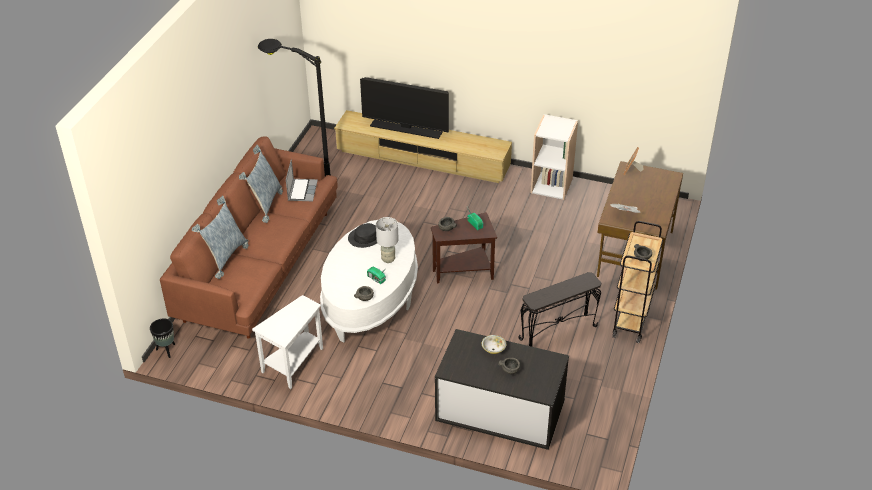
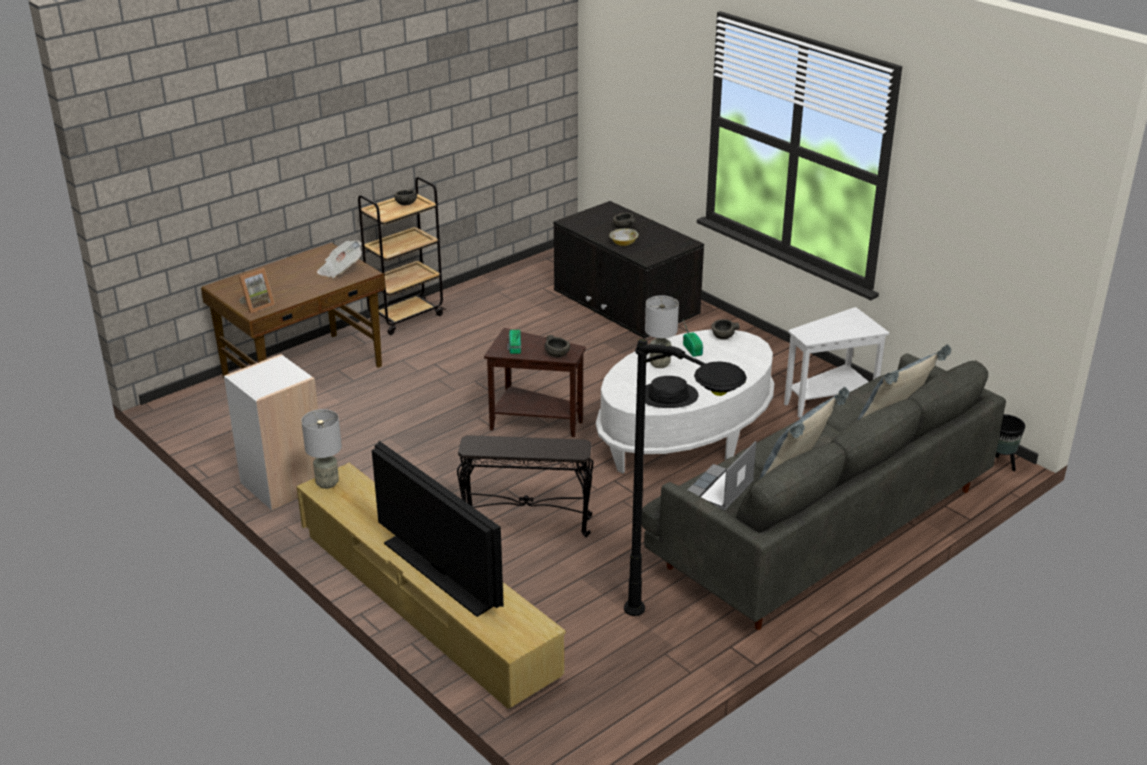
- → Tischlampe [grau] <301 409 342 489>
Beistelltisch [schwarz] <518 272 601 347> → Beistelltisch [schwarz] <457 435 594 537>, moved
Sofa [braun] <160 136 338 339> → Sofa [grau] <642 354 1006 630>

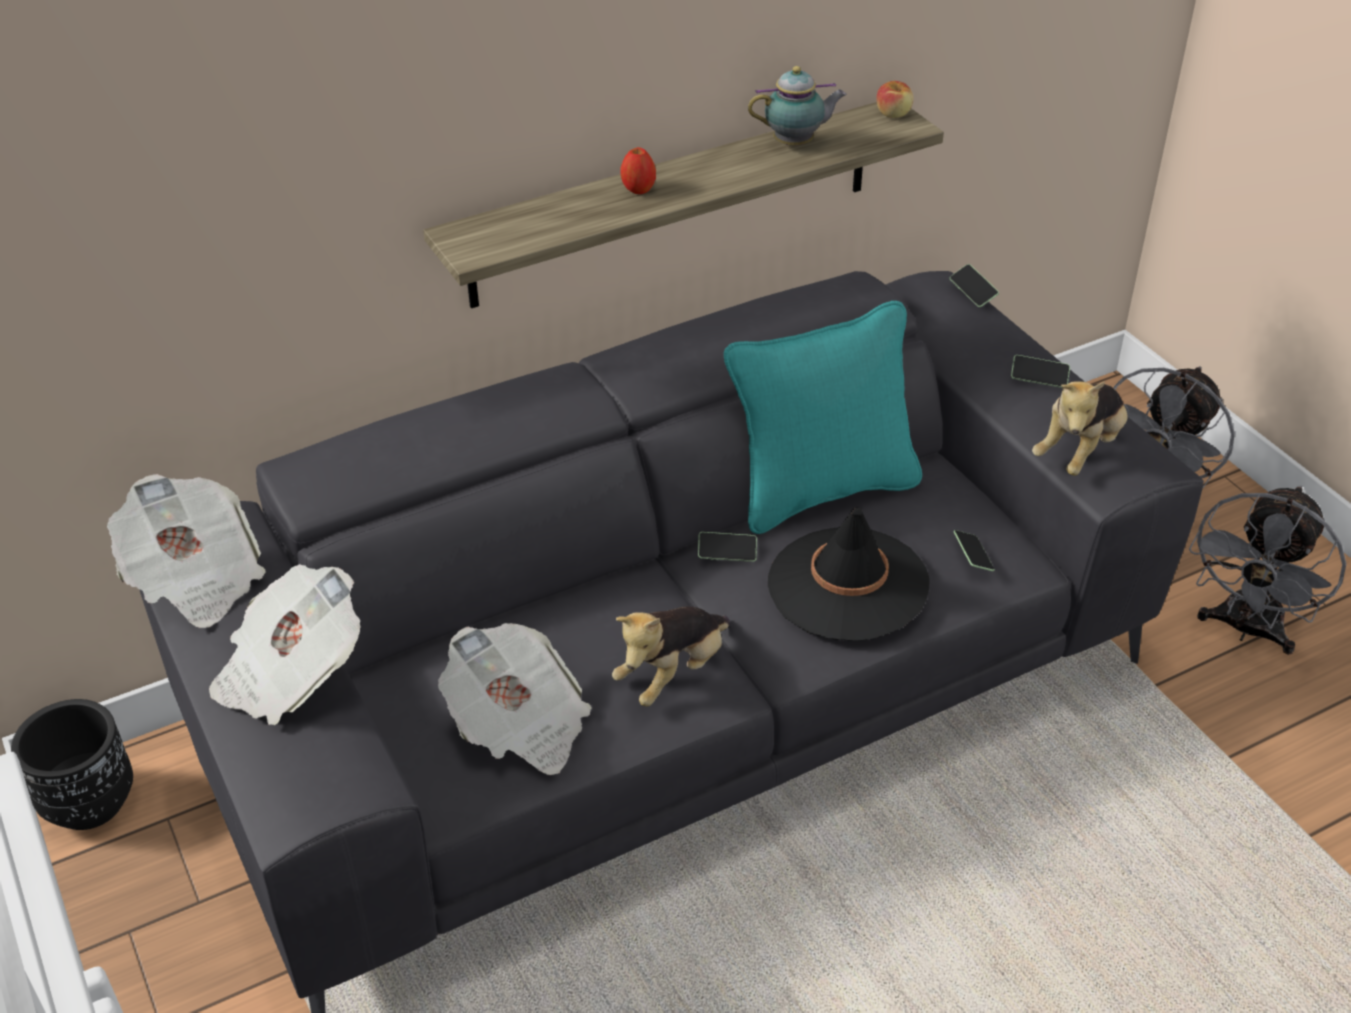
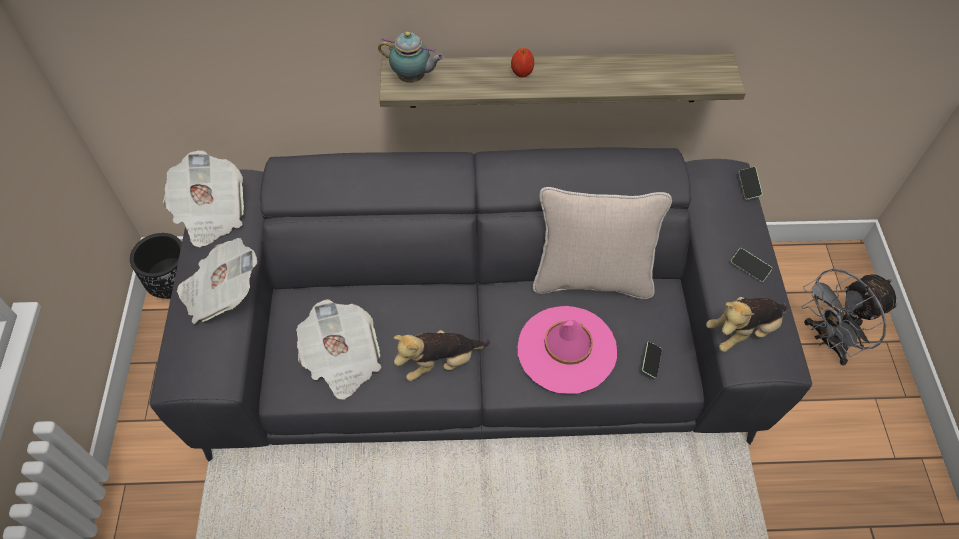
Teekanne <748 66 847 145> → Teekanne <378 31 444 83>, moved
Hut [schwarz] <768 508 929 641> → Hut [rosa] <518 306 617 394>
Kissen [türkis] <724 301 922 534> → Kissen [beige] <533 187 672 299>
Handy <698 532 757 562> → -
Apfel <876 81 913 118> → -
Ventilator [grau] <1189 485 1346 655> → -

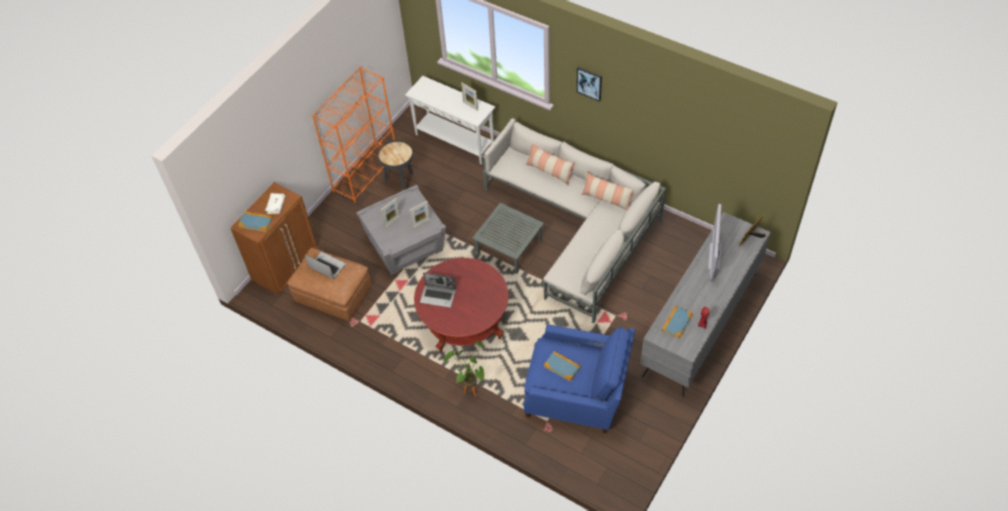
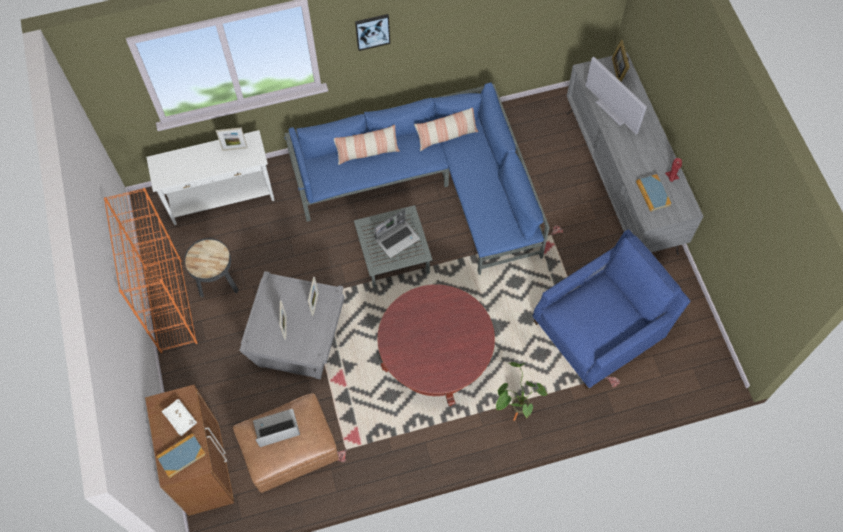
Sofa [weiß] <472 118 666 324> → Sofa [blau] <284 82 550 288>
Laptop <420 273 456 308> → Laptop <374 209 420 258>, moved
Buch <544 351 581 382> → -

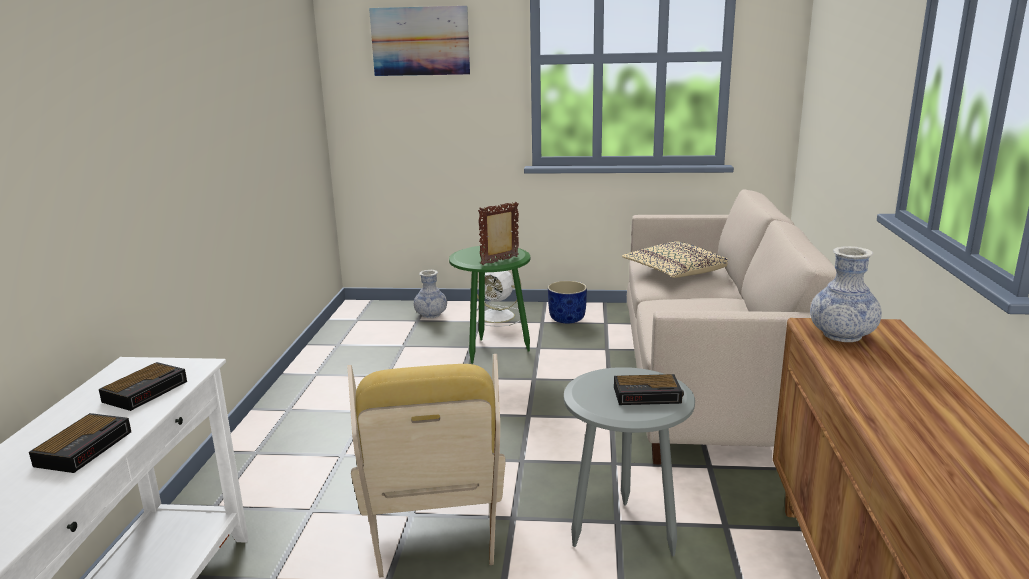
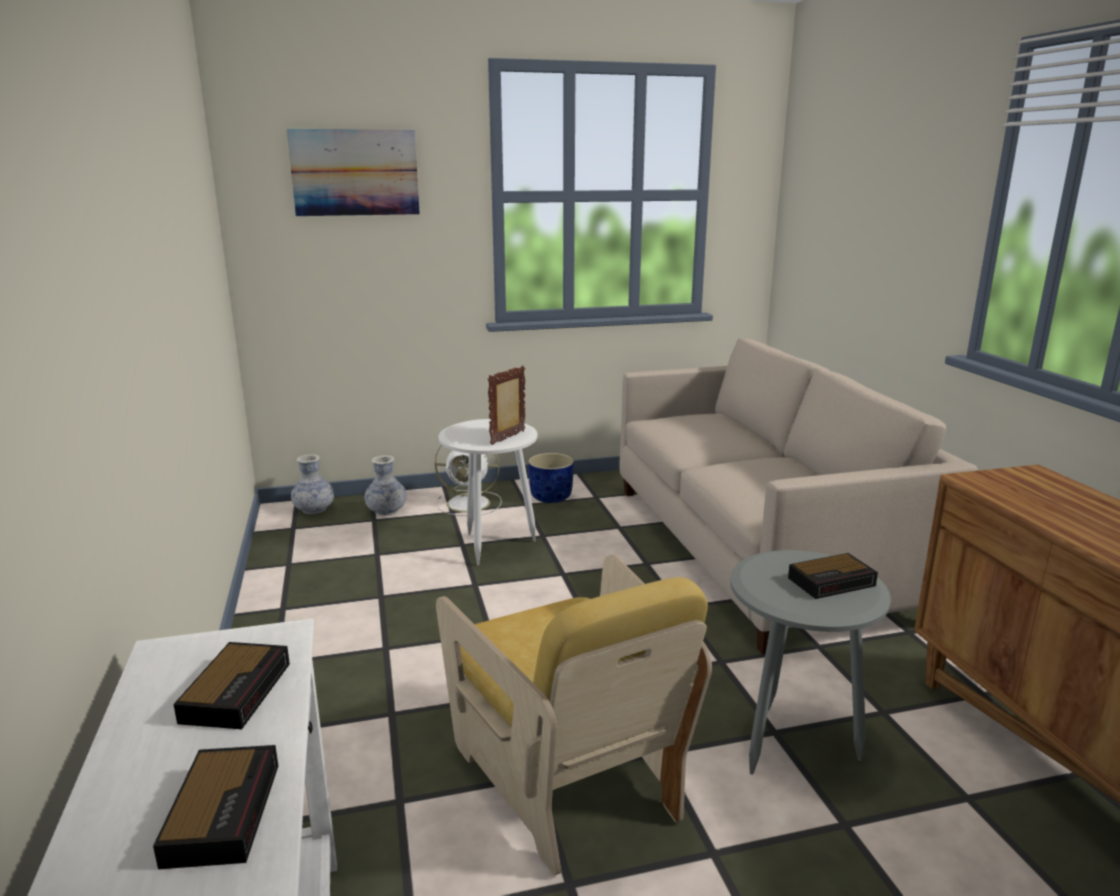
Vase <810 246 882 342> → Vase <291 454 334 514>, moved
Beistelltisch [grün] <449 246 530 364> → Beistelltisch [weiß] <438 419 537 566>
Kissen [beige] <622 241 728 278> → -

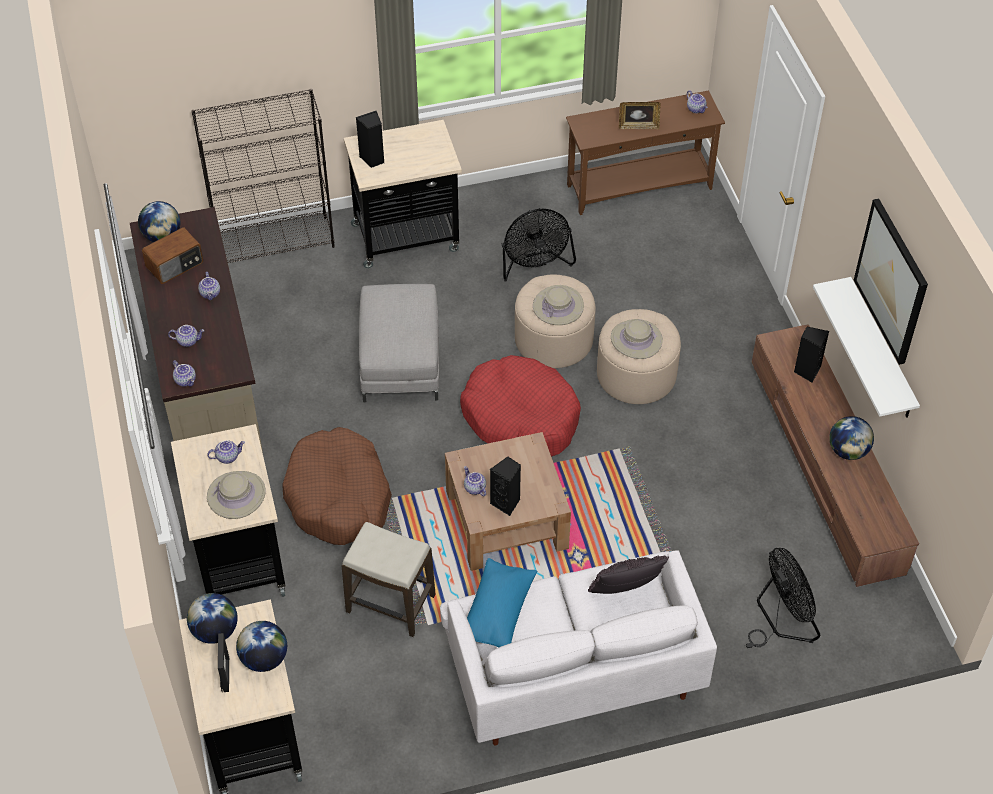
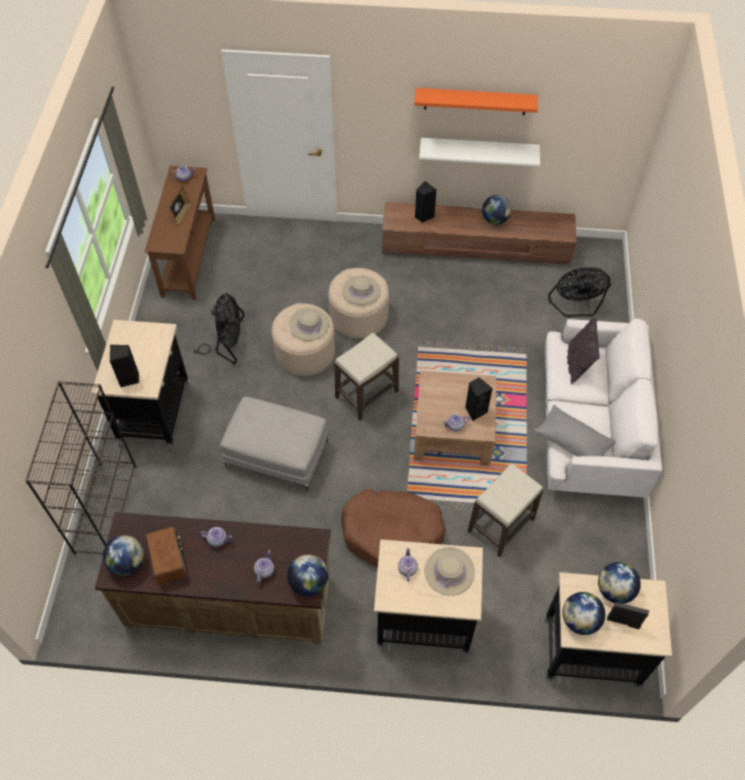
Teekanne <173 360 196 386> → Globus <287 555 328 596>
Hundebett [rot] <460 355 581 457> → Hocker <334 333 399 421>
Bild <854 198 928 365> → Wandregal [orange] <414 88 538 115>
Kissen [blau] <467 558 537 648> → Kissen [grau] <534 405 616 457>

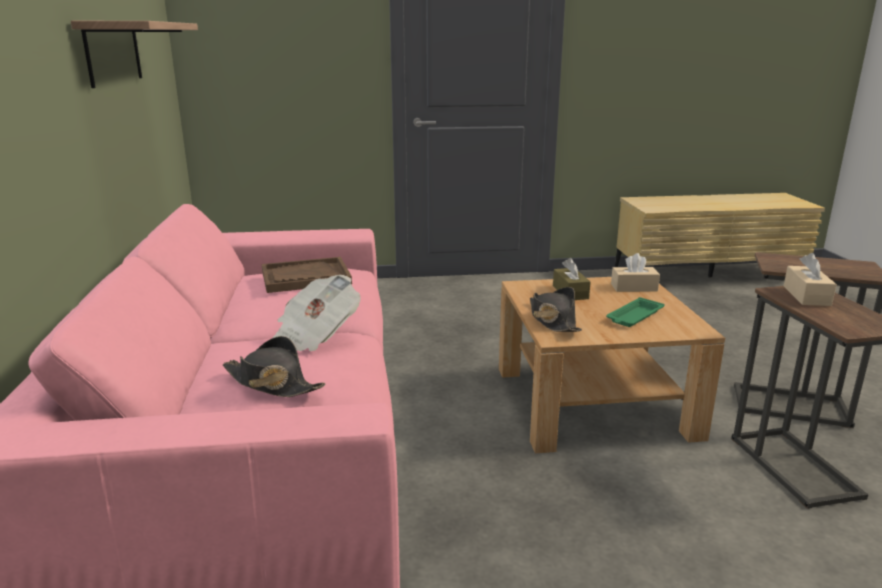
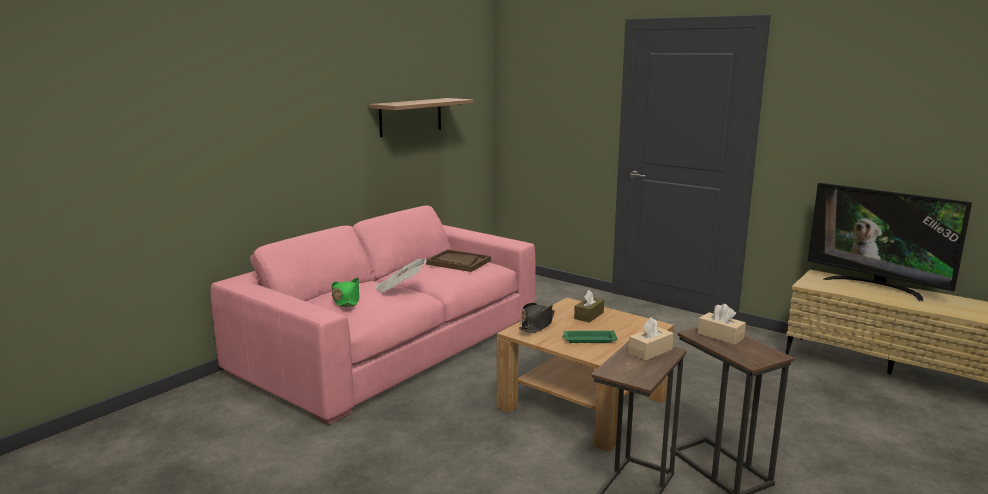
Hut [schwarz] <223 336 325 397> → Hut [grün] <332 278 359 307>
Taschentuchbox [beige] <611 253 660 292> → Taschentuchbox [beige] <698 304 746 345>, moved
- → Fernseher <808 183 972 301>

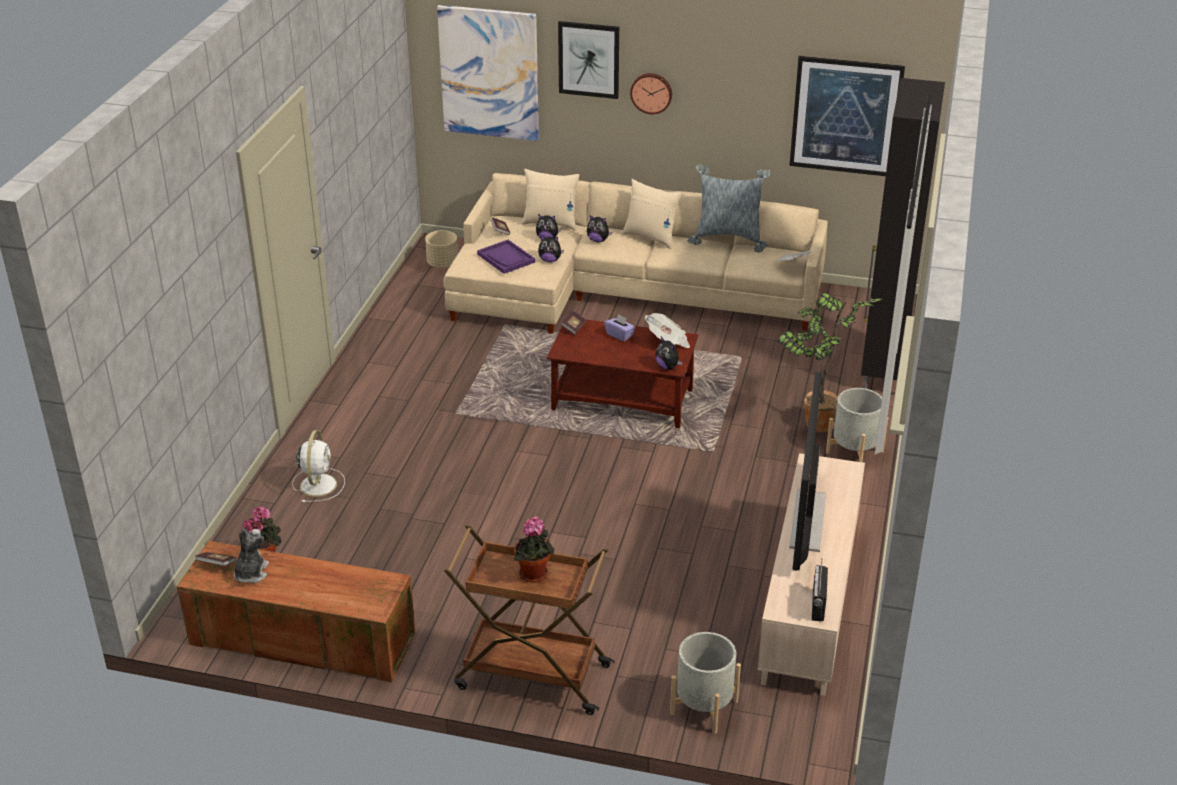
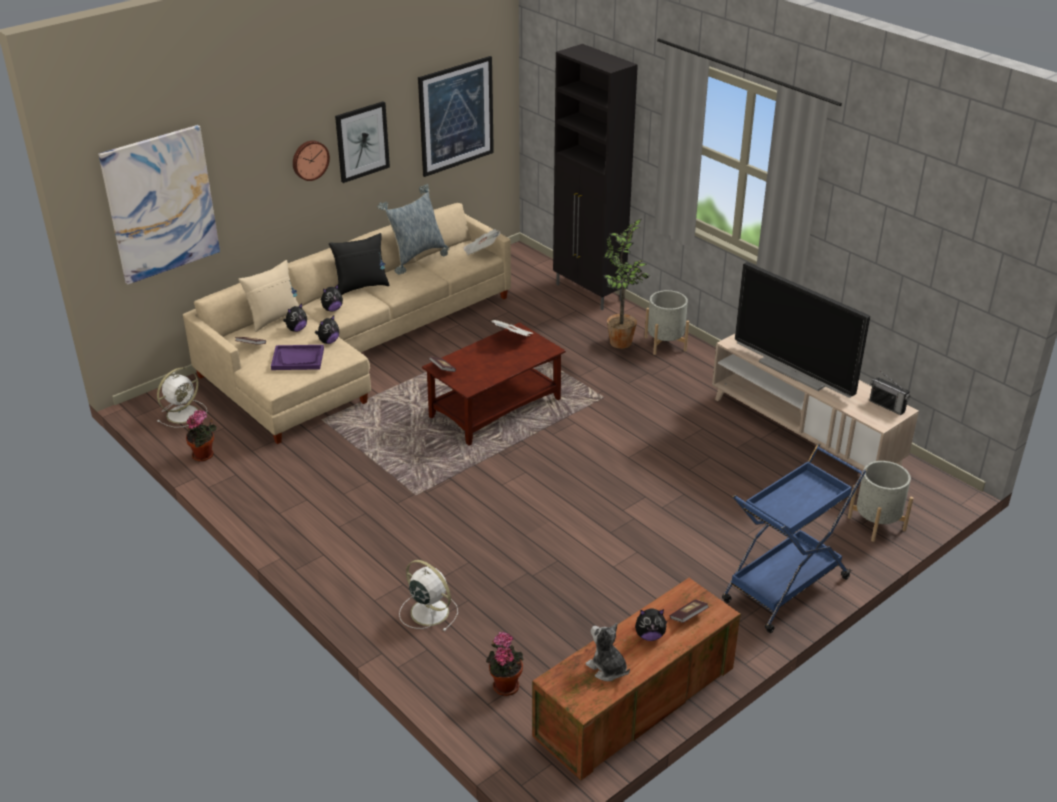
Pflanzkübel [beige] <425 230 458 268> → Ventilator [weiß] <157 367 207 428>
Topfpflanze <514 517 554 582> → Topfpflanze <186 410 217 462>, moved
Kissen [beige] <622 179 682 249> → Kissen [schwarz] <329 233 390 295>
Bild <558 21 619 99> → Bild <335 101 390 183>, moved
Plüschtier <655 337 683 369> → Plüschtier <635 608 668 641>, moved
Buch <195 552 237 566> → Buch <670 599 709 623>, moved
Rollwagen [braun] <443 525 615 715> → Rollwagen [blau] <722 443 867 633>
Taschentuchbox [lila] <604 314 636 342> → -

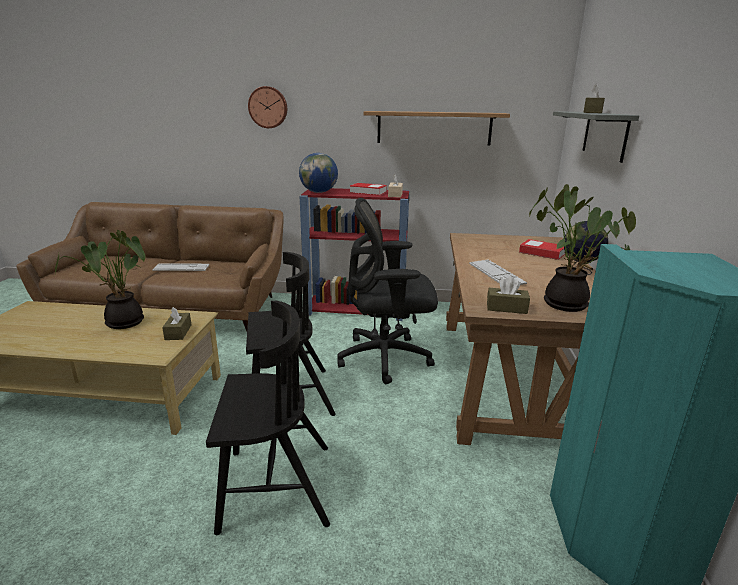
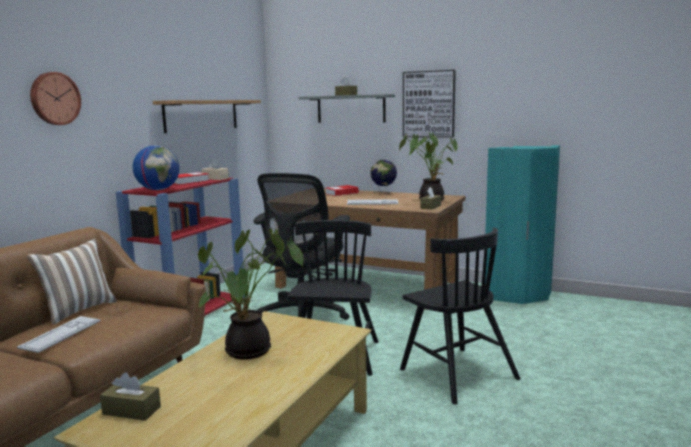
- → Kissen <27 239 116 325>
Taschentuchbox [braun] <162 307 191 340> → Taschentuchbox [braun] <100 372 161 421>, moved
Stuhl [schwarz] <206 301 330 535> → Stuhl [schwarz] <400 227 521 404>, 135 degrees clockwise
- → Bild <403 70 456 138>

